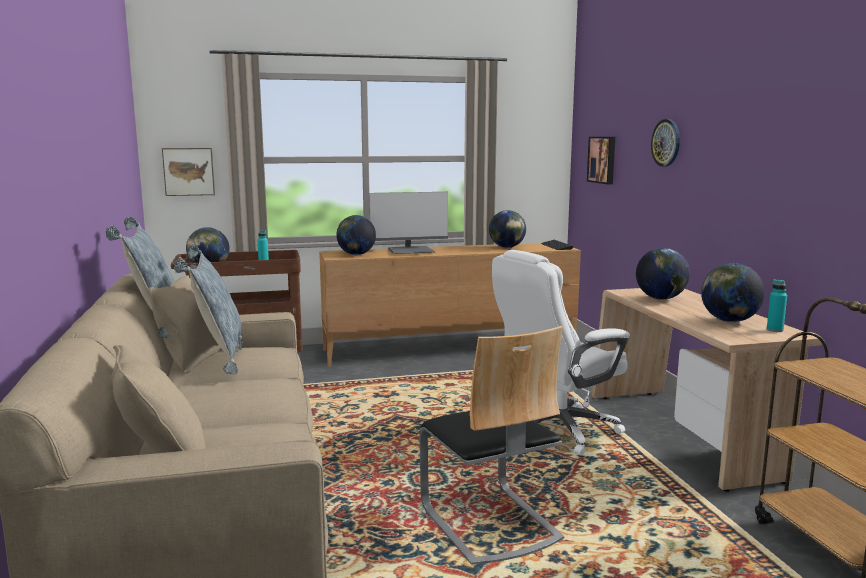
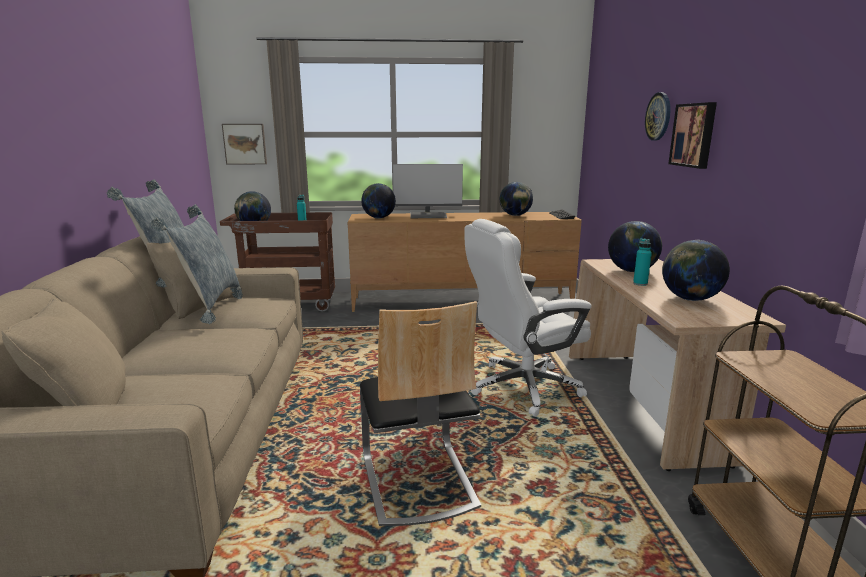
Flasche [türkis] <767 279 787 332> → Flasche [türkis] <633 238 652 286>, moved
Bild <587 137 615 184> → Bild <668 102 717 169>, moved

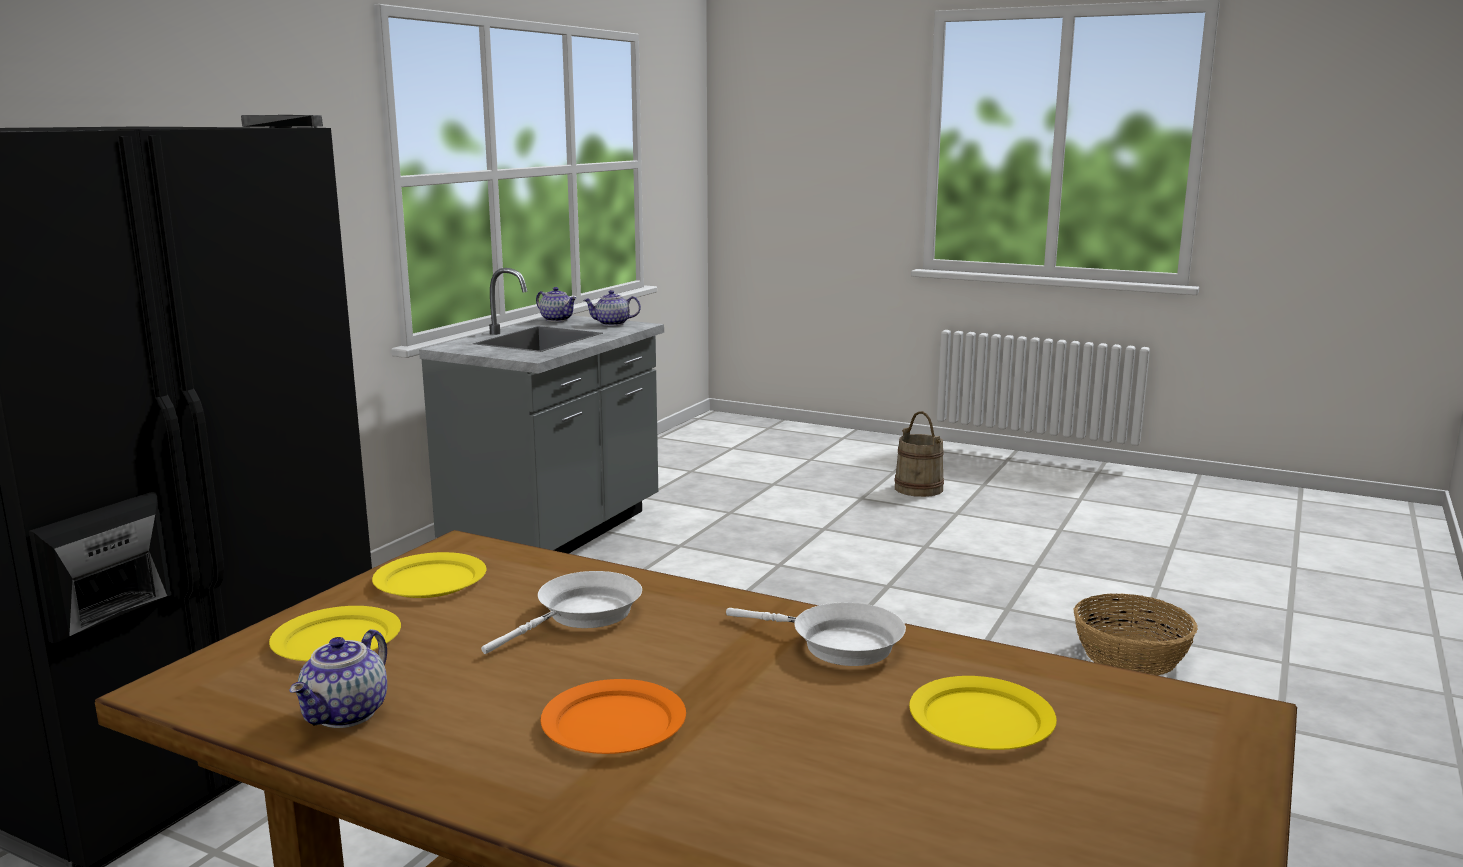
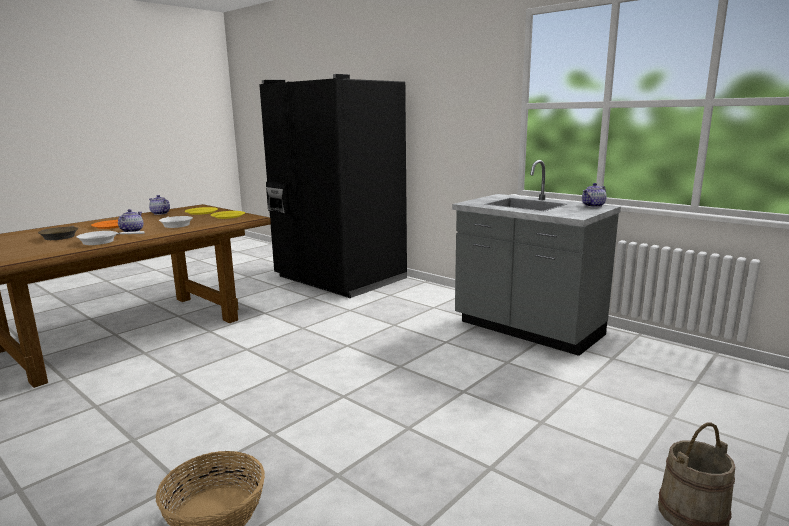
- → Pfanne [braun] <38 226 78 240>
Teekanne <584 290 641 326> → Teekanne <118 209 143 232>, moved
Teller [gelb] <909 676 1057 750> → -

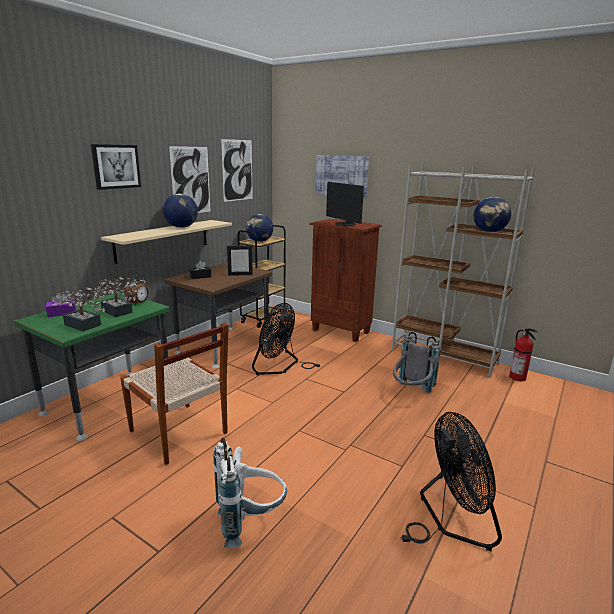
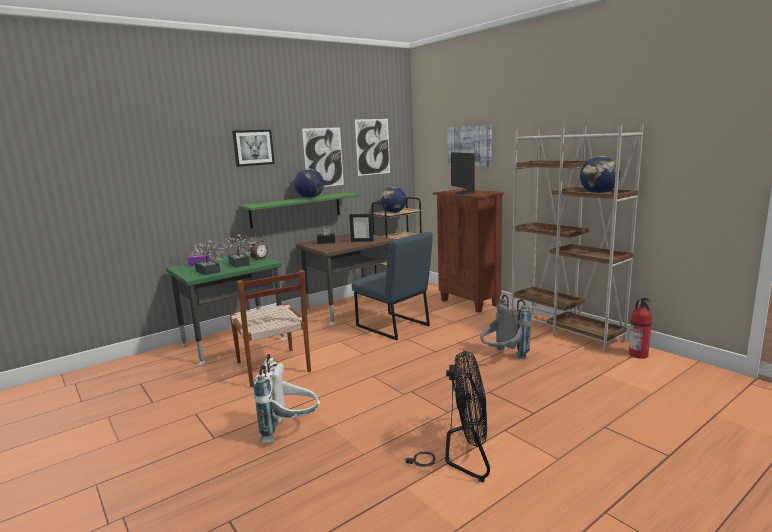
Wandregal [beige] <101 220 232 264> → Wandregal [grün] <239 192 359 228>
Ventilator [schwarz] <252 303 320 375> → Stuhl [blau] <352 232 433 340>

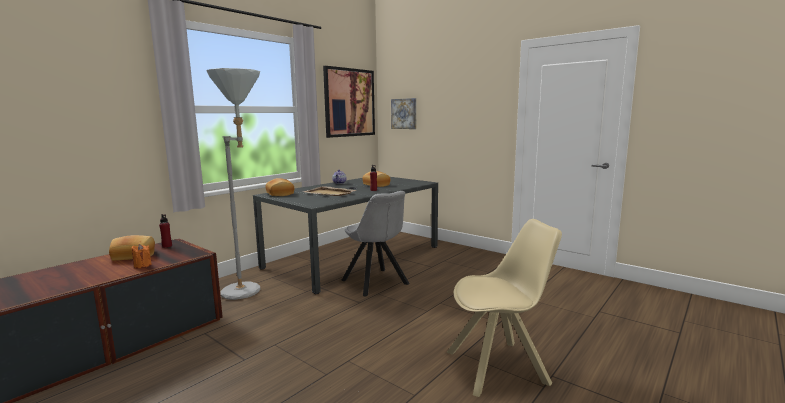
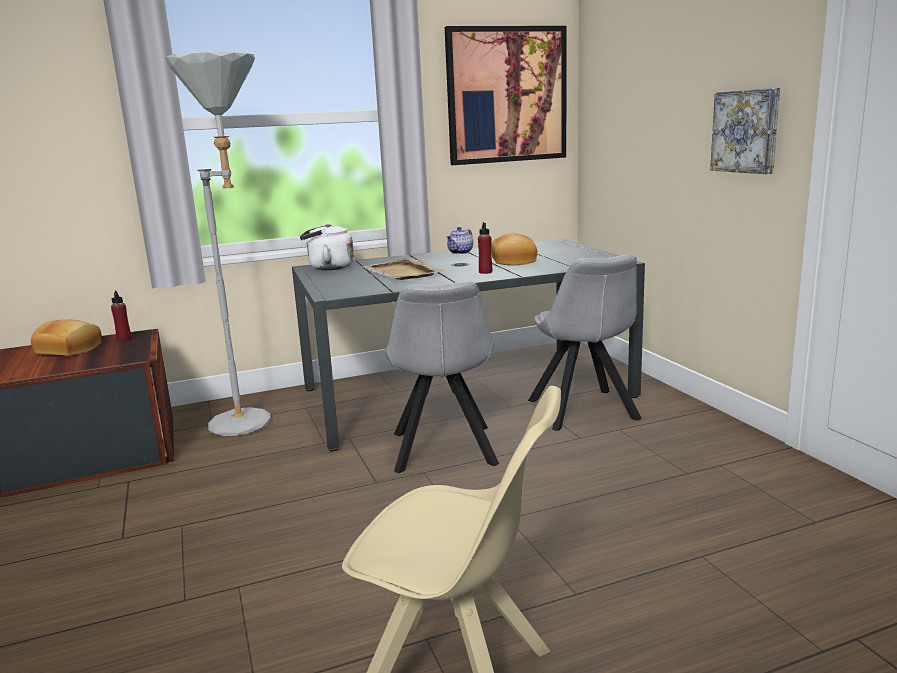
Brot <265 178 294 196> → Wasserkessel [weiß] <300 223 354 270>
- → Stuhl [grau] <528 254 642 431>
Bild <391 98 416 129> → Bild <710 88 780 174>, moved
Kerze [orange] <131 244 151 268> → -

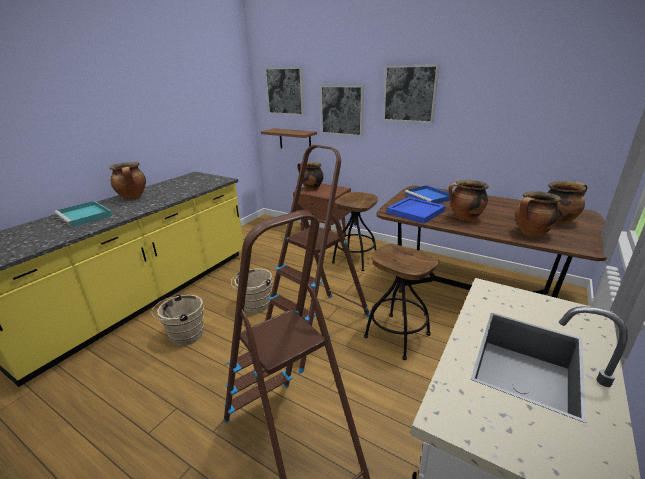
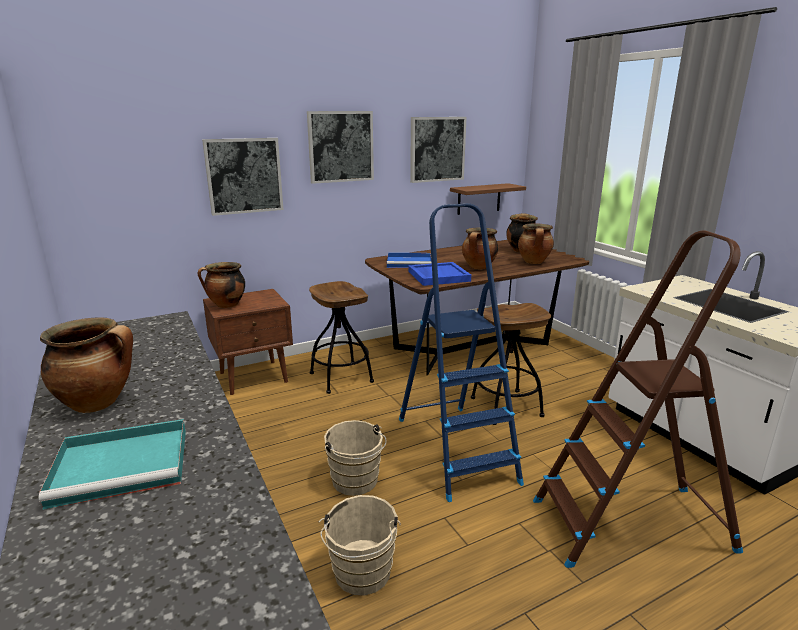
Trittleiter [braun] <265 145 370 374> → Trittleiter [blau] <399 203 524 502>
Bild <265 67 305 116> → Bild <410 117 467 183>, moved
Wandregal [braun] <261 128 317 149> → Wandregal [braun] <450 183 526 215>, moved

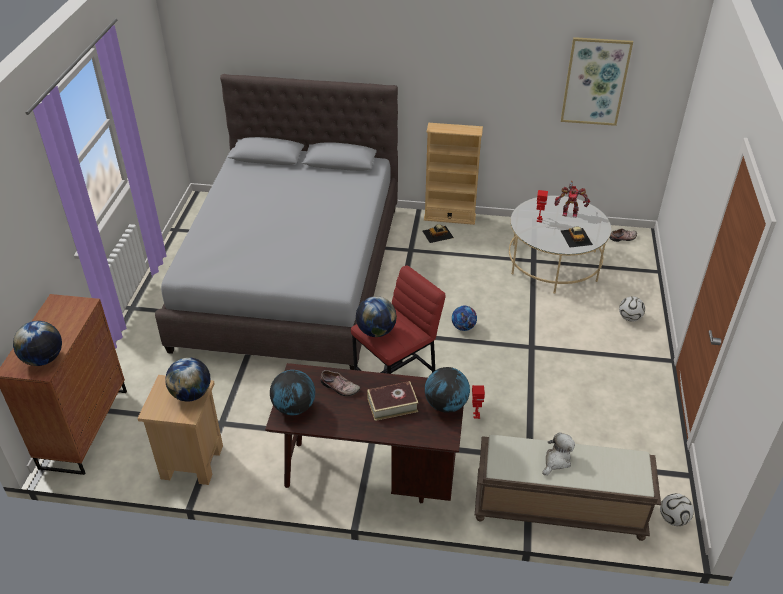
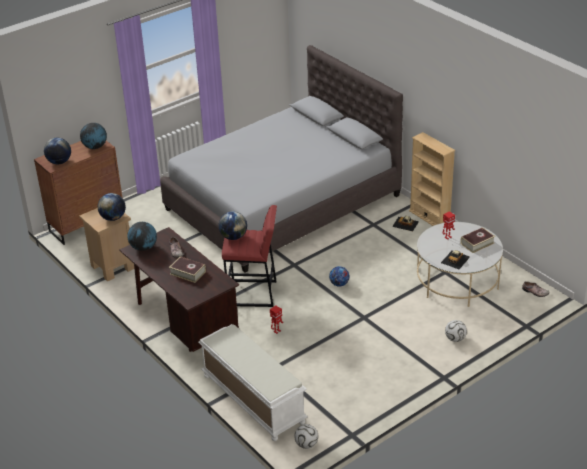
Globus <425 367 470 413> → Globus <80 123 107 149>, moved
Bank [braun] <475 435 661 541> → Bank [weiß] <198 324 308 441>
Spielzeugroboter <555 181 590 218> → Buch <461 227 495 253>
Plüschtier <542 432 575 475> → -
Bild <561 37 633 126> → -

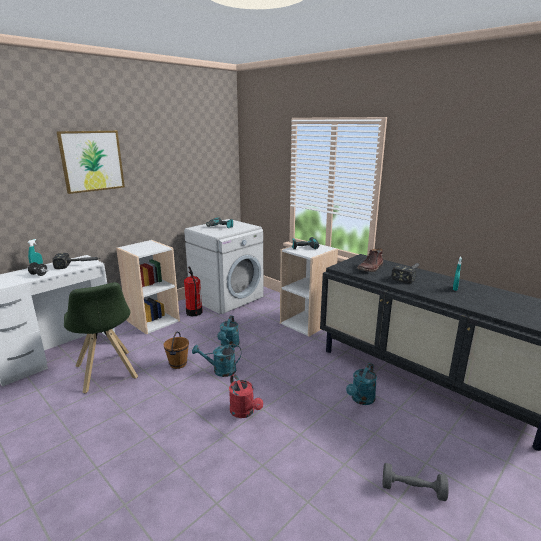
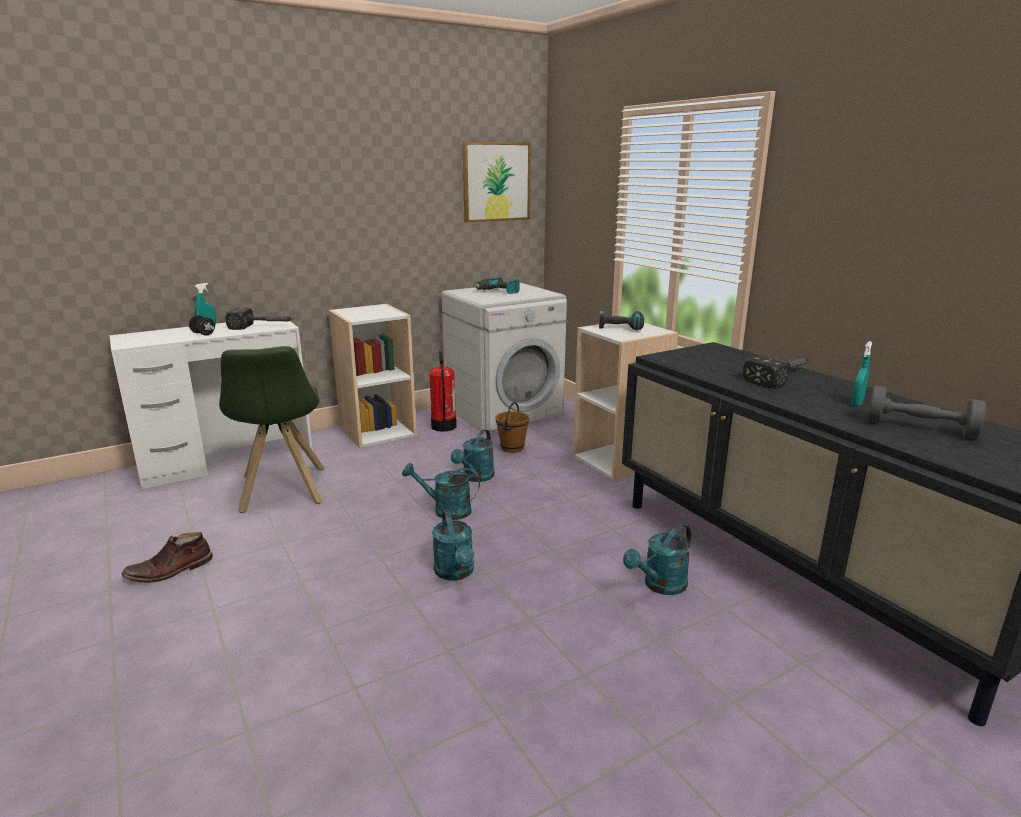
Stiefel [braun] <357 248 383 272> → Stiefel [braun] <122 532 213 583>, moved
Gießkanne [rot] <229 374 263 418> → Gießkanne [türkis] <432 509 474 581>
Bild <56 131 125 194> → Bild <462 141 531 222>, moved
Eimer [braun] <163 331 189 369> → Eimer [braun] <496 402 529 453>, moved
Hantel [grau] <383 463 449 501> → Hantel [grau] <867 386 986 439>, moved

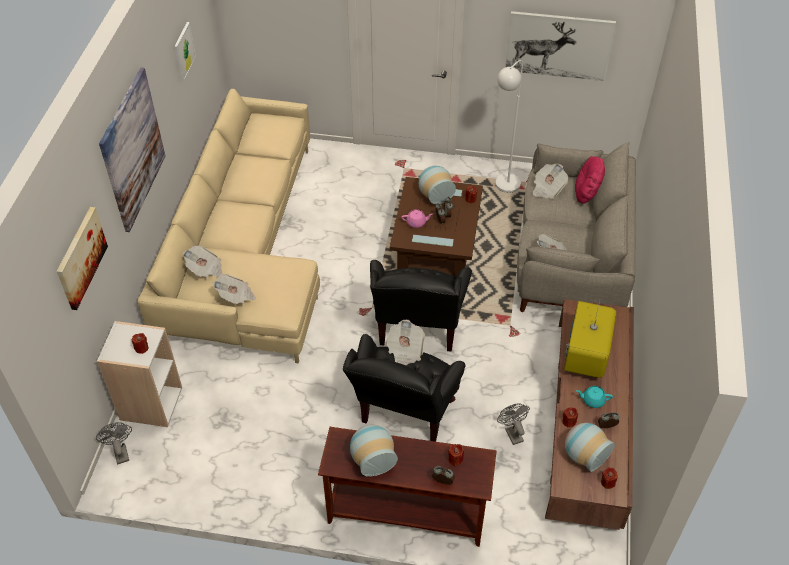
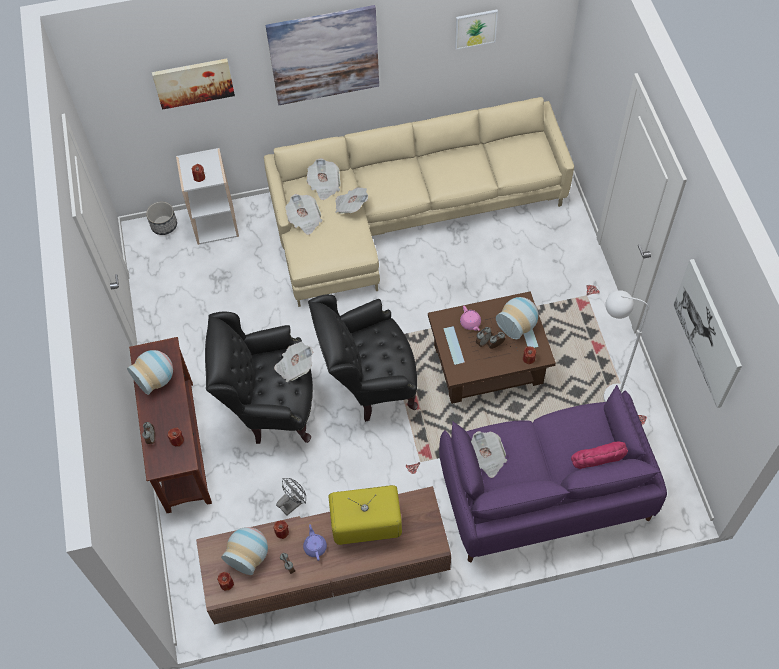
Ventilator [grau] <96 422 132 464> → Pflanzkübel <146 202 177 235>
Teekanne [türkis] <576 386 613 408> → Teekanne [lila] <303 524 327 561>
Zeitung <533 164 568 199> → Zeitung <335 187 368 214>, moved
Sofa [beige] <517 142 636 312> → Sofa [lila] <439 385 667 562>

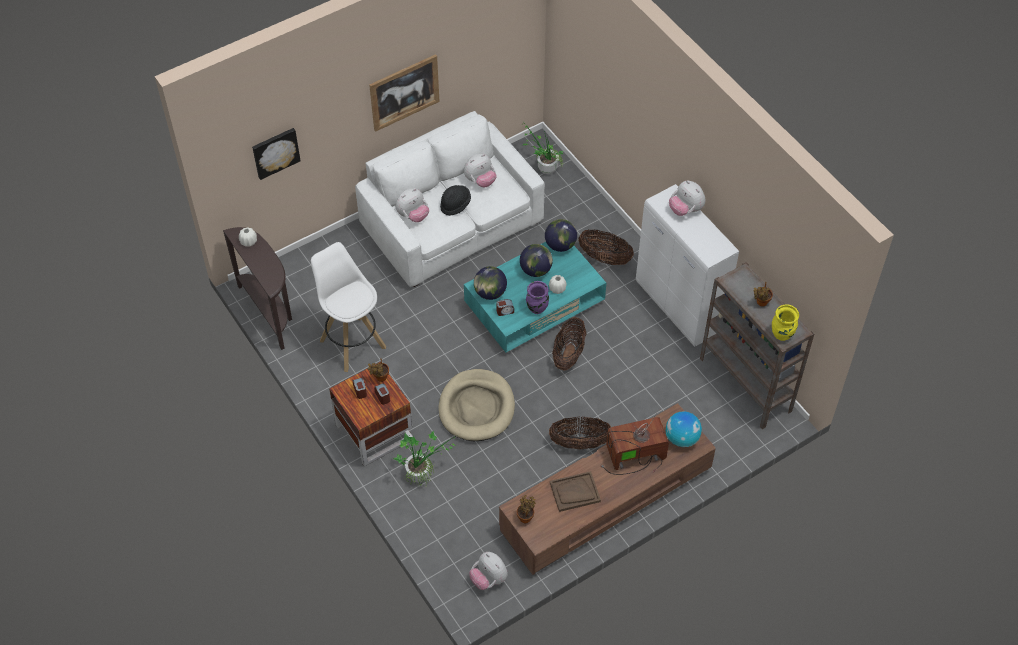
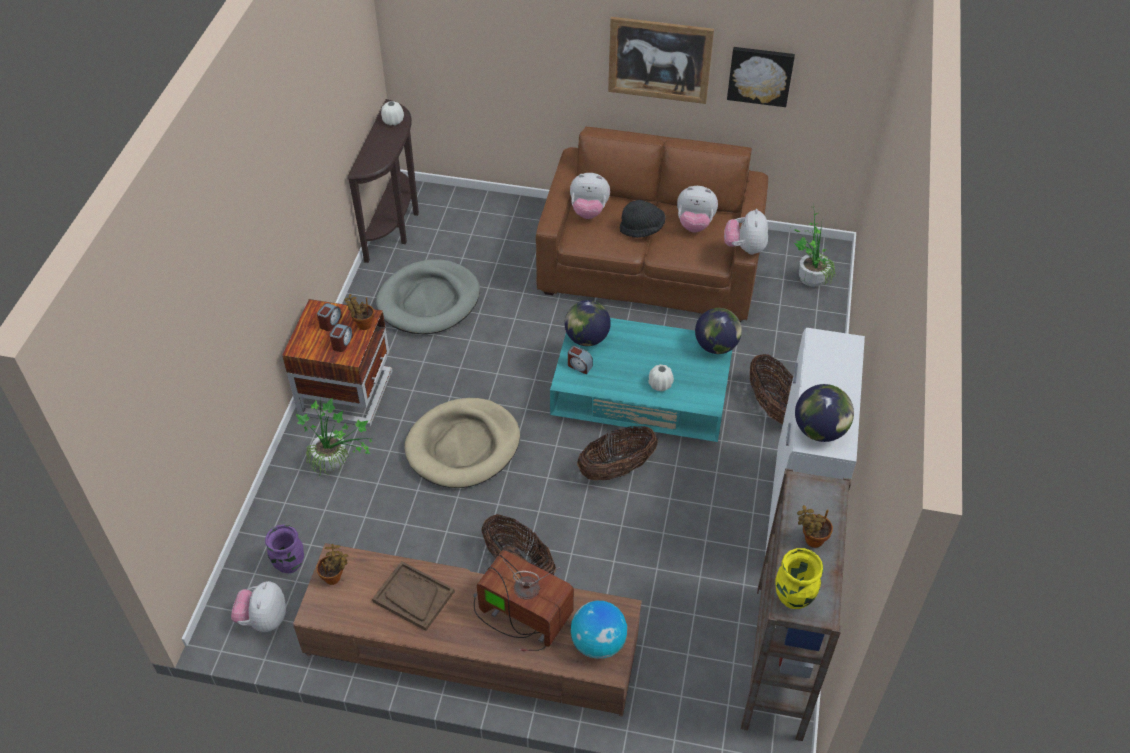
Vase [lila] <526 281 549 314> → Vase [lila] <265 524 304 573>, moved
Hocker [weiß] <311 242 386 372> → Hundebett [grau] <376 259 480 334>
Sofa [weiß] <355 111 545 287> → Sofa [braun] <536 126 768 322>
Plüschtier <669 180 705 216> → Plüschtier <724 209 768 255>, moved
Bild <252 128 301 180> → Bild <727 47 795 107>, moved
Globus <520 244 553 277> → Globus <795 384 854 442>, moved

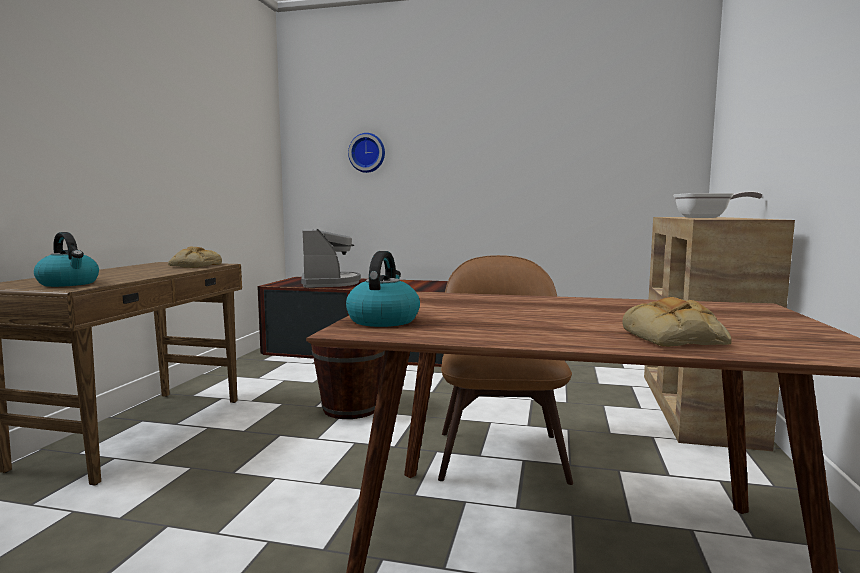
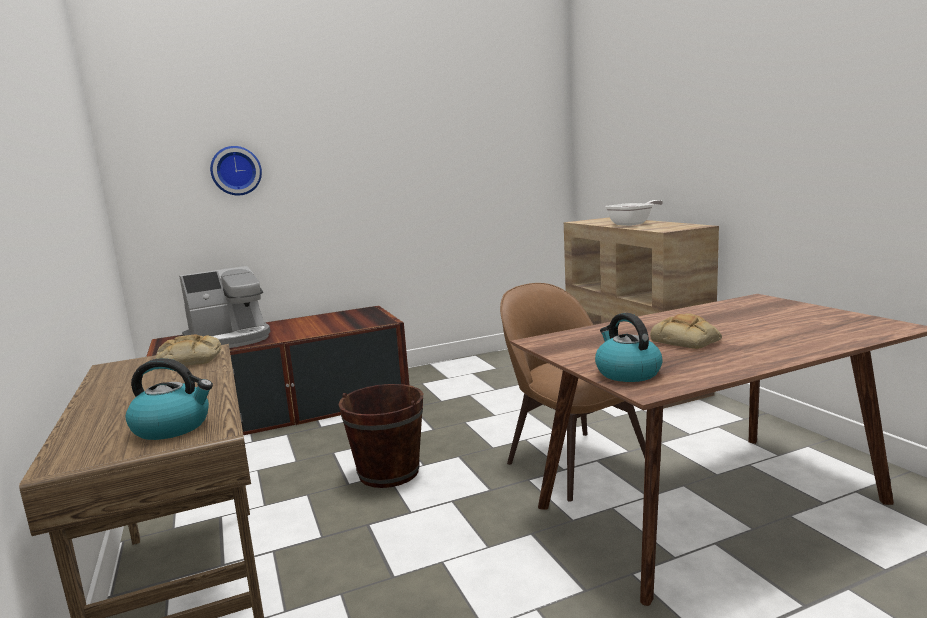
Kaffeemaschine <301 229 361 288> → Kaffeemaschine <179 266 270 348>, 105 degrees clockwise
Brot <622 297 732 347> → Brot <650 313 722 349>, moved

